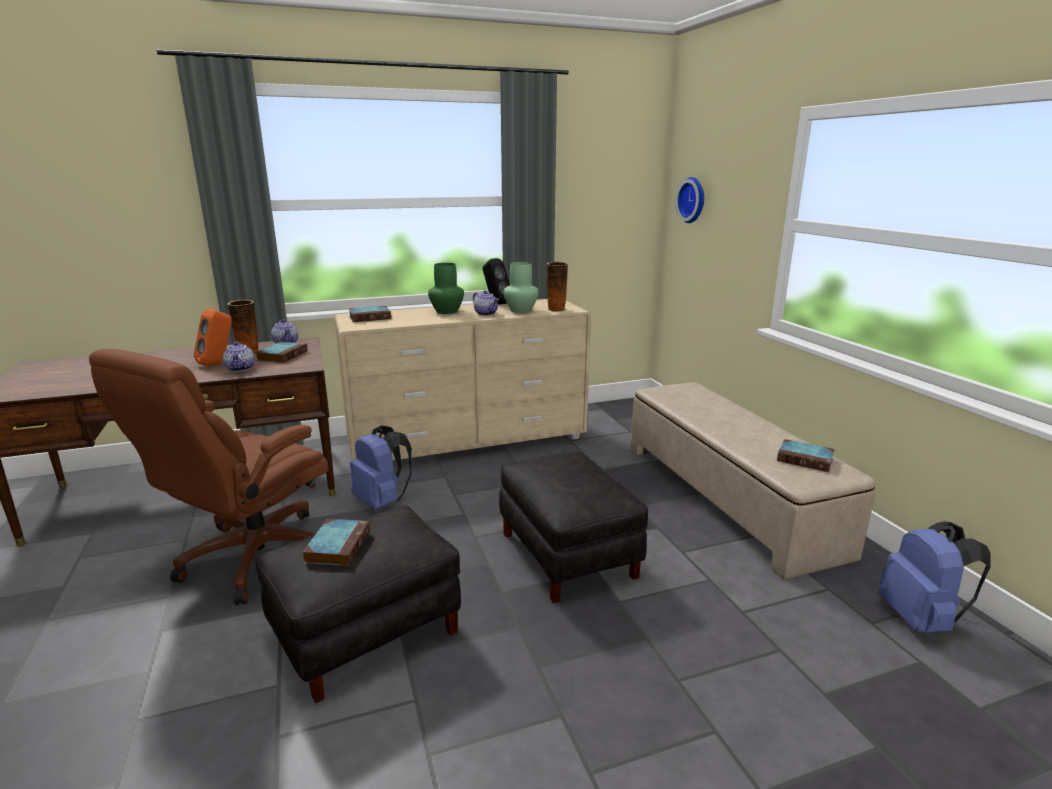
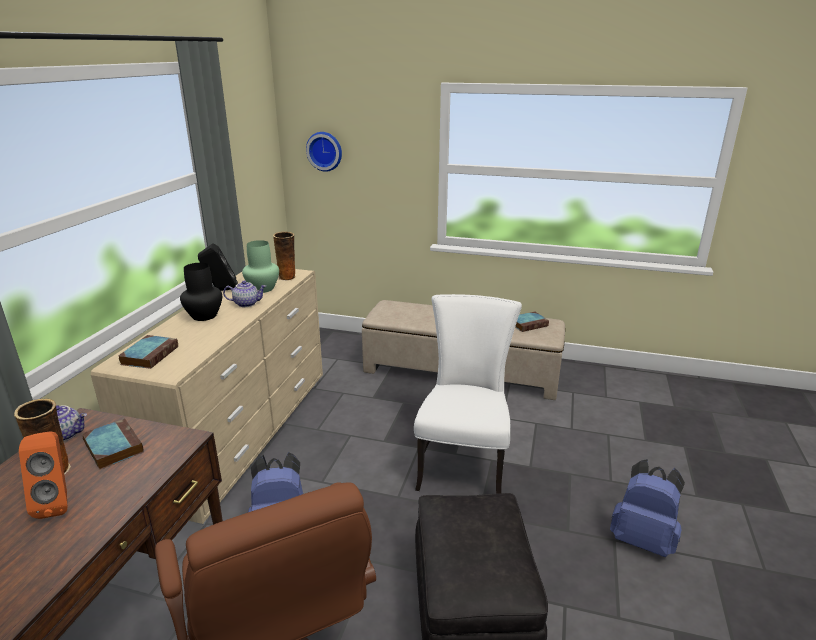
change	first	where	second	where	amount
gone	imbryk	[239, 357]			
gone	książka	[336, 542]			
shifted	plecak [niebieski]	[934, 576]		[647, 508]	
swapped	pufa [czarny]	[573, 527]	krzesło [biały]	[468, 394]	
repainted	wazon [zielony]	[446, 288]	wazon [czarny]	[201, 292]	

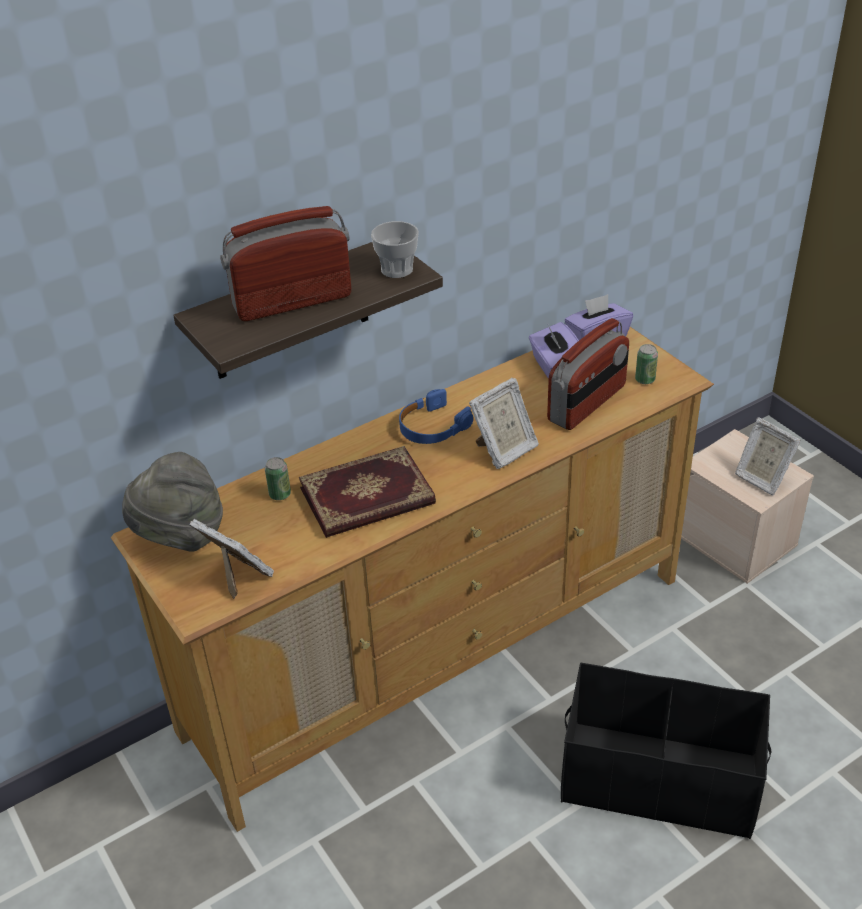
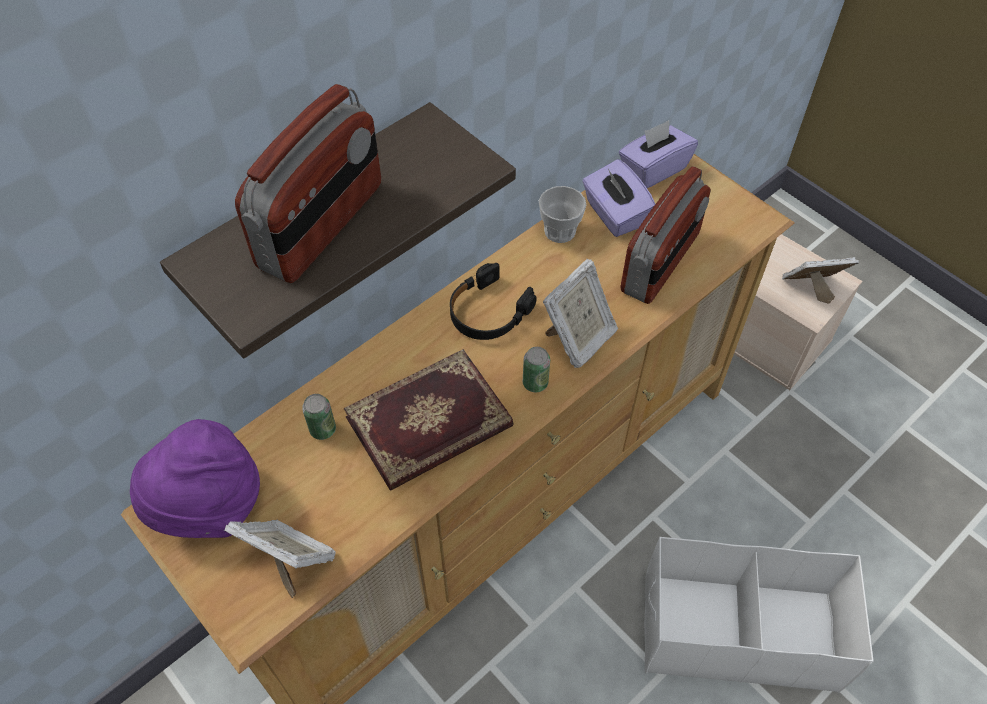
change	first	where	second	where	amount
shifted	filiżanka	[395, 249]		[562, 214]	
shifted	puszka	[646, 364]		[536, 370]	
repainted	kapelusz [szary]	[172, 502]	kapelusz [fioletowy]	[195, 478]	
repainted	słuchawki [niebieski]	[436, 416]	słuchawki [czarny]	[493, 301]	
repainted	pojemnik do przechowywania [czarny]	[666, 751]	pojemnik do przechowywania [biały]	[759, 615]	
rotated	radio	[285, 263]		[308, 183]	150 degrees clockwise
rotated	ramka na zdjęcie	[767, 456]		[820, 280]	135 degrees clockwise

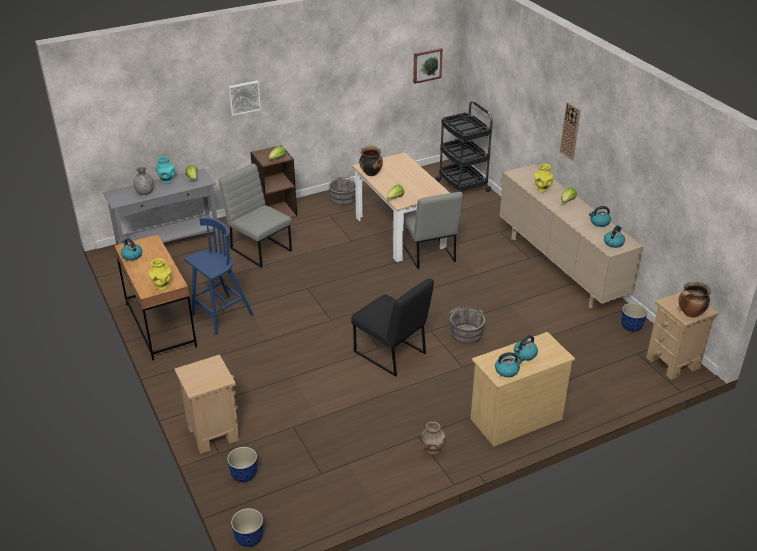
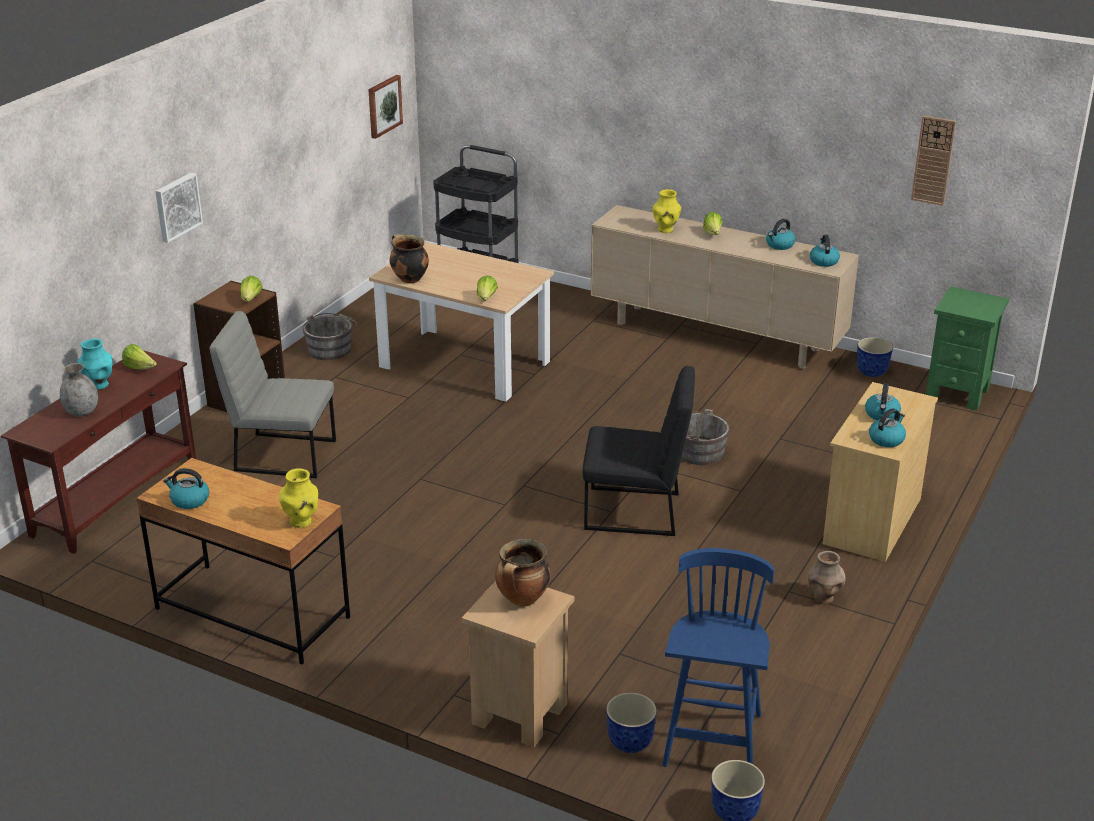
change	first	where	second	where	amount
gone	krzesło [szary]	[433, 230]			
shifted	stołek [niebieski]	[219, 276]		[718, 657]	
shifted	zegar ścienny	[570, 131]		[933, 161]	
shifted	garnek	[694, 299]		[523, 573]	
repainted	stolik konsolowy [szary]	[160, 207]	stolik konsolowy [brązowy]	[98, 452]	
repainted	szafka nocna [beżowy]	[682, 336]	szafka nocna [zielony]	[967, 348]	

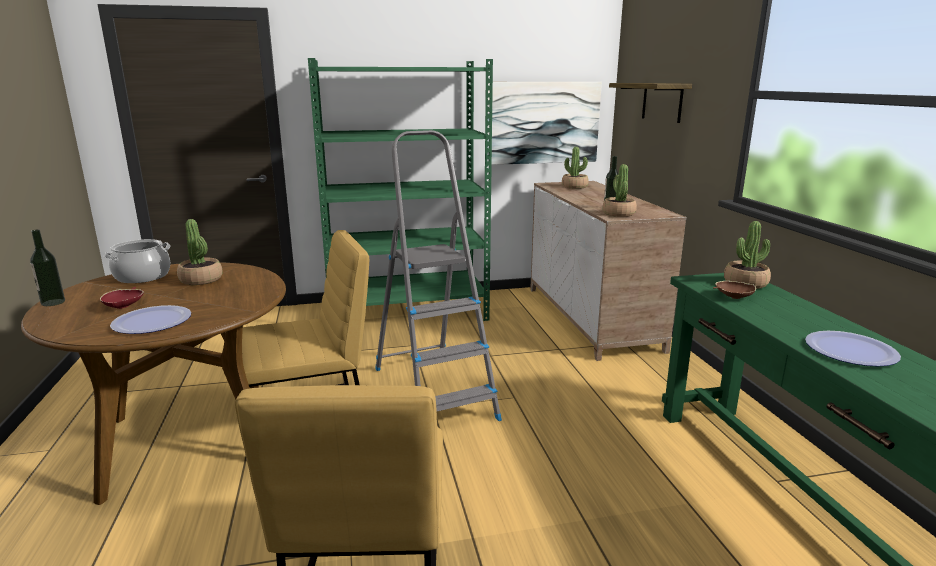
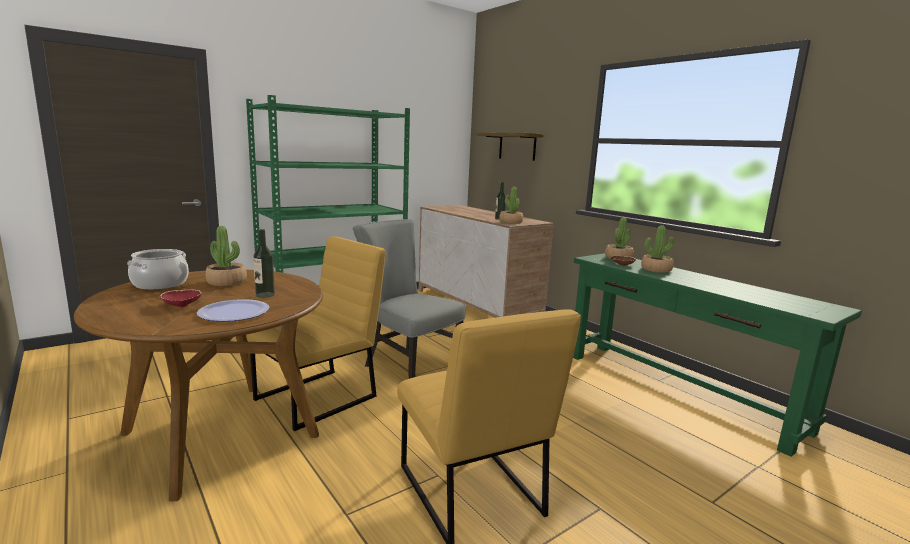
change	first	where	second	where	amount
gone	obraz	[544, 123]			
gone	talerz	[853, 349]			
shifted	butelka	[47, 267]		[264, 263]	
shifted	roślina doniczkowa	[575, 168]		[657, 249]	
swapped	drabinka [szary]	[438, 275]	krzesło [szary]	[409, 299]	

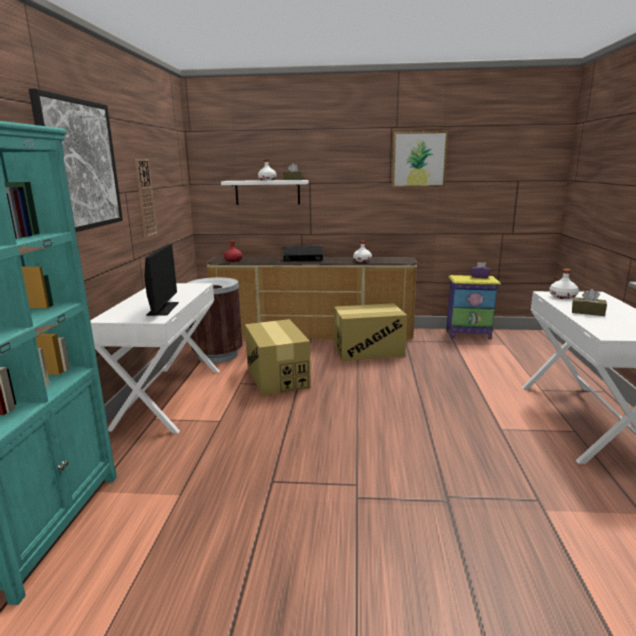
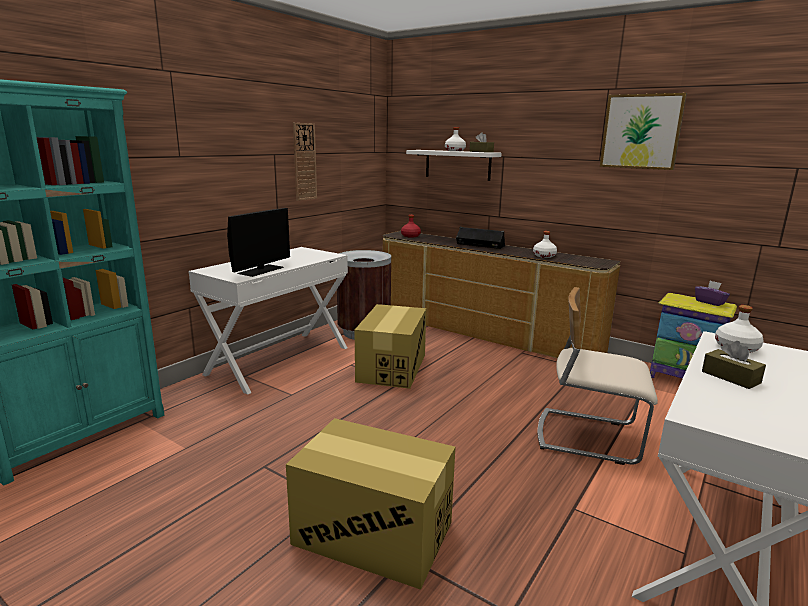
change	first	where	second	where	amount
gone	obraz	[76, 160]			
new			krzesło [beżowy]	[597, 376]	
shifted	karton	[370, 332]		[370, 504]	

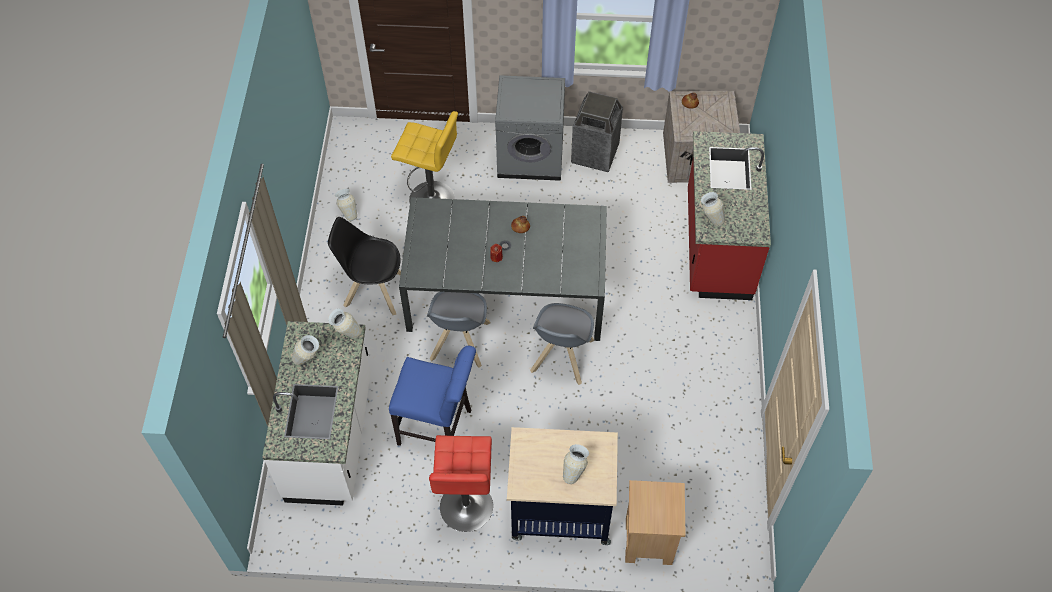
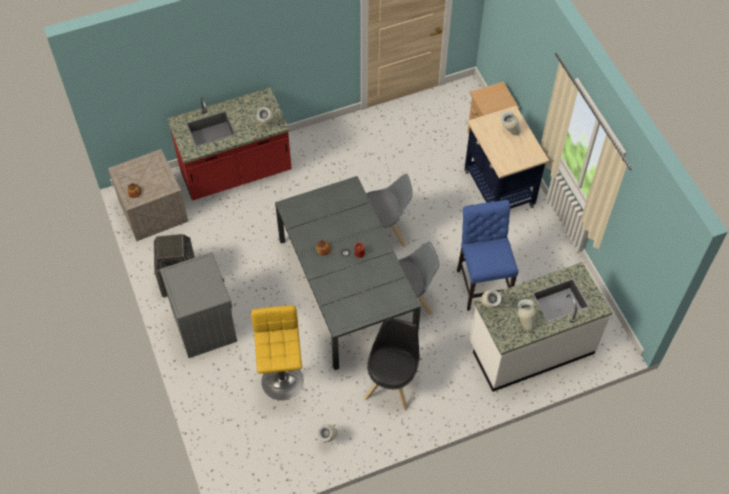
change	first	where	second	where	amount
gone	stołek [czerwony]	[461, 483]			
rotated	krzesło [czarny]	[364, 266]		[391, 364]	150 degrees counterclockwise

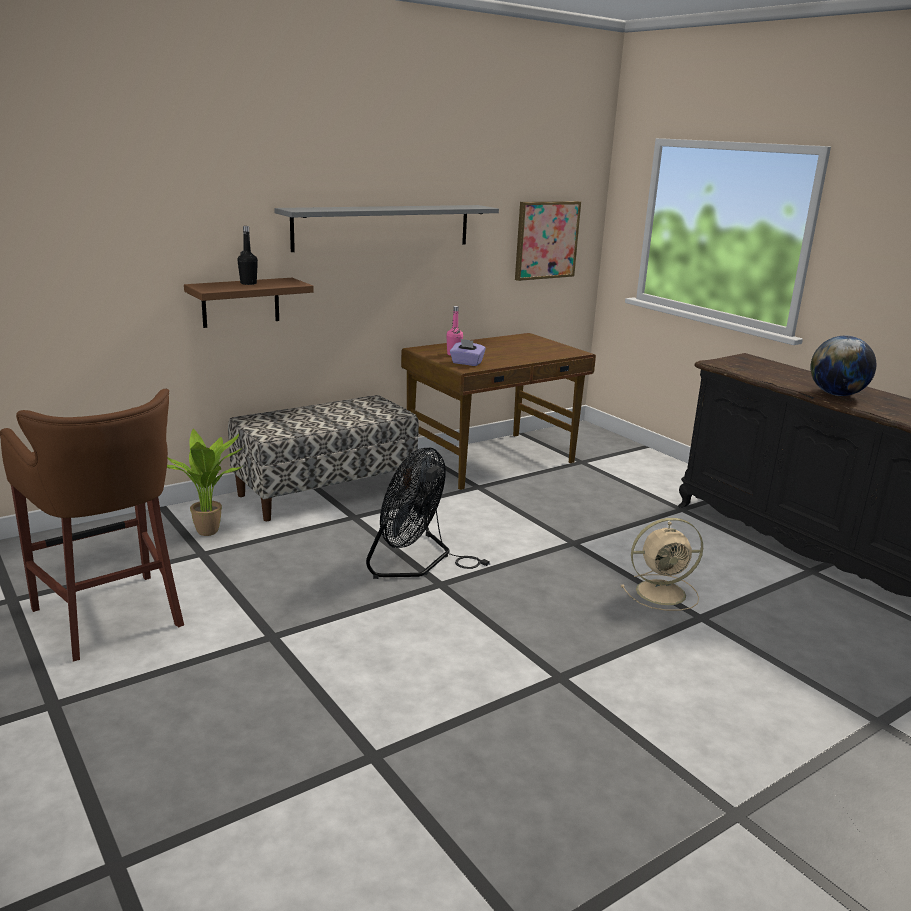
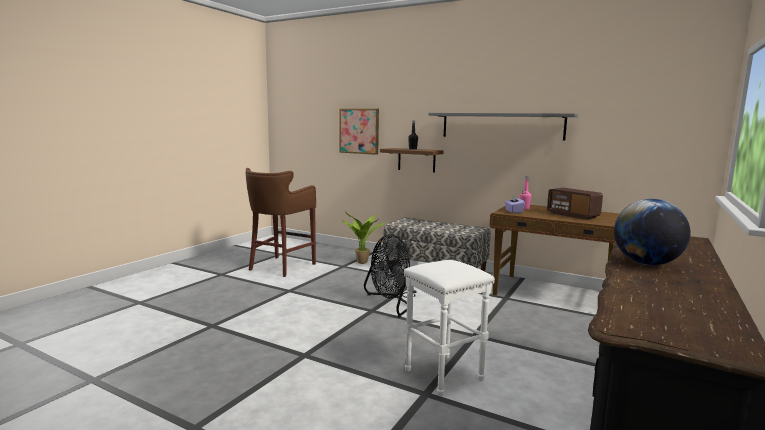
change	first	where	second	where	amount
new			radio	[575, 204]	
shifted	obraz	[548, 241]		[359, 131]	
swapped	wentylator [beżowy]	[662, 564]	stołek [biały]	[449, 328]	
rotated	wentylator [czarny]	[428, 513]		[390, 276]	120 degrees counterclockwise

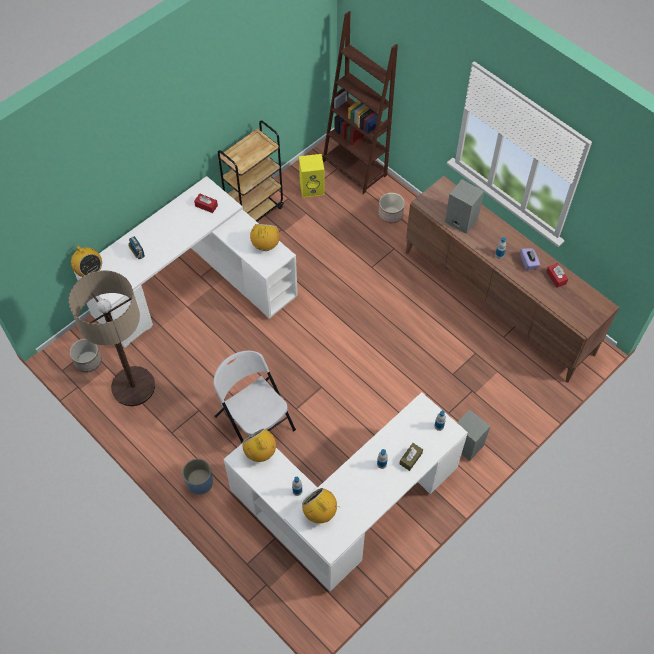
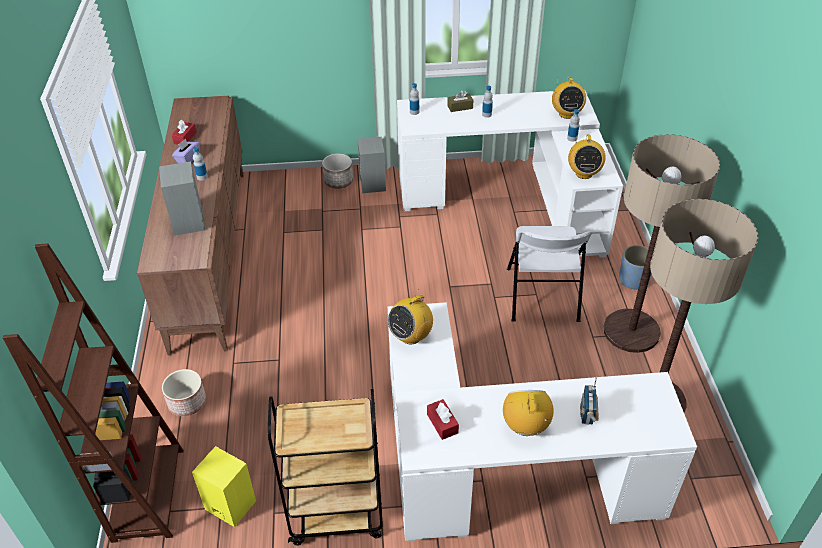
change	first	where	second	where	amount
new			lampa stojąca	[662, 243]	
shifted	radio	[85, 261]		[528, 413]	
shifted	donica	[86, 356]		[337, 171]	

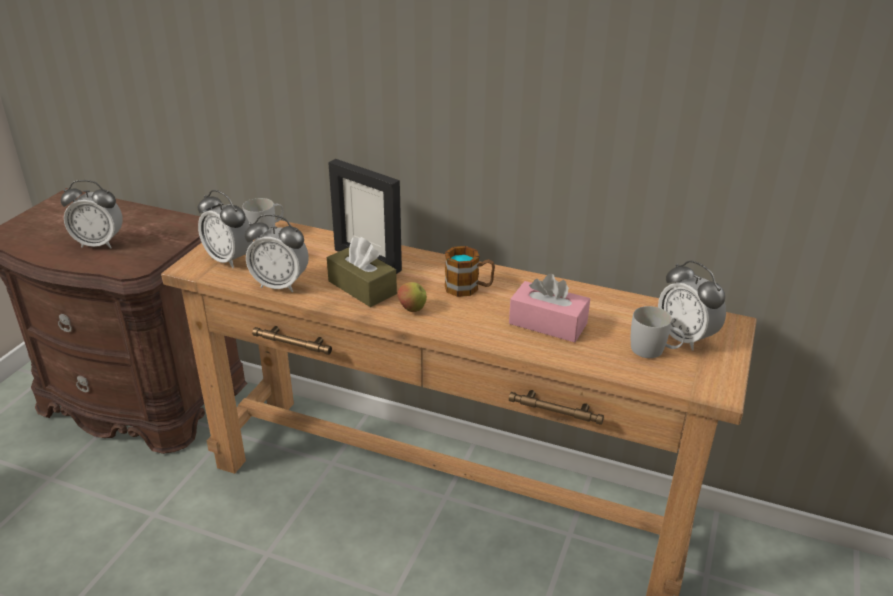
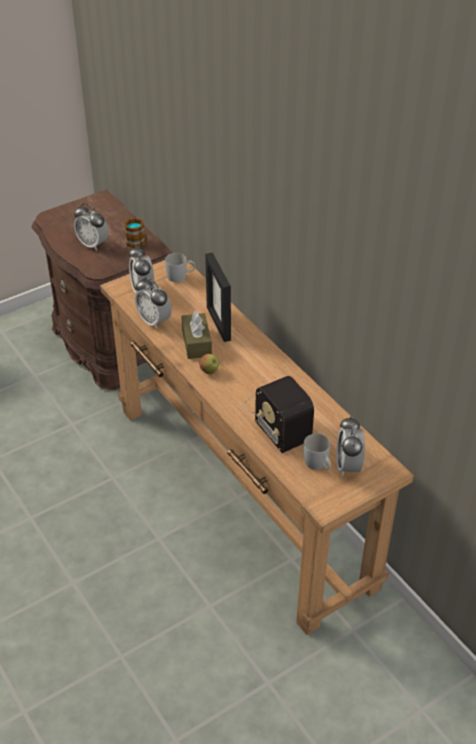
change	first	where	second	where	amount
shifted	kubek	[470, 271]		[135, 233]	
swapped	pudełko chusteczek [różowy]	[549, 308]	radio	[278, 414]	

